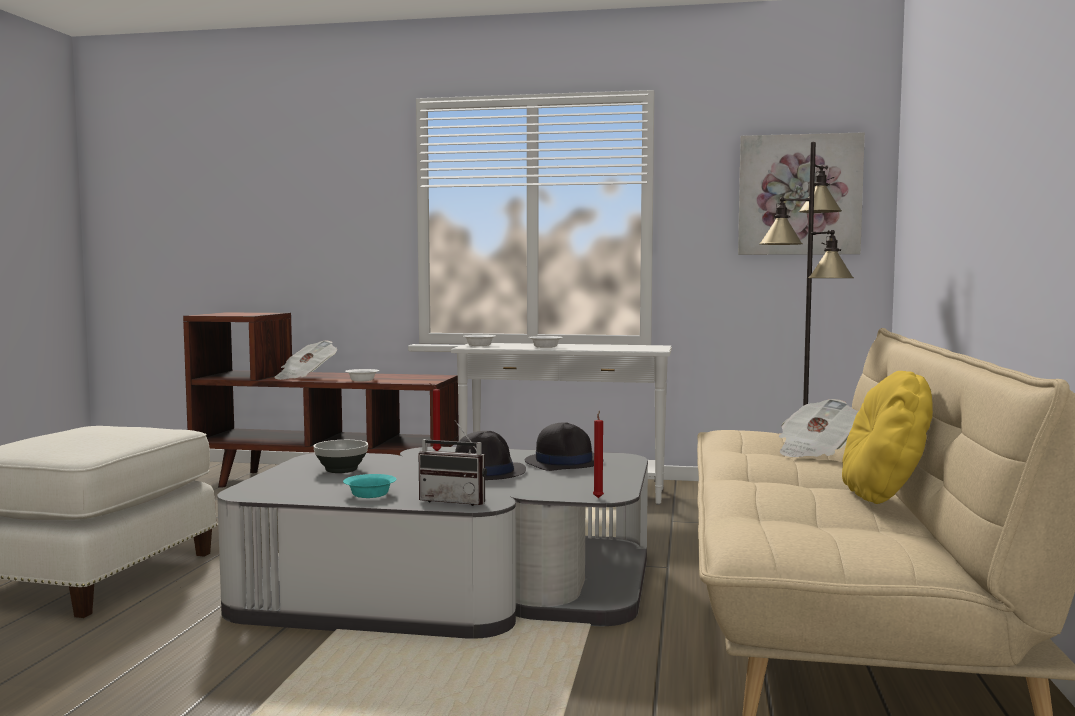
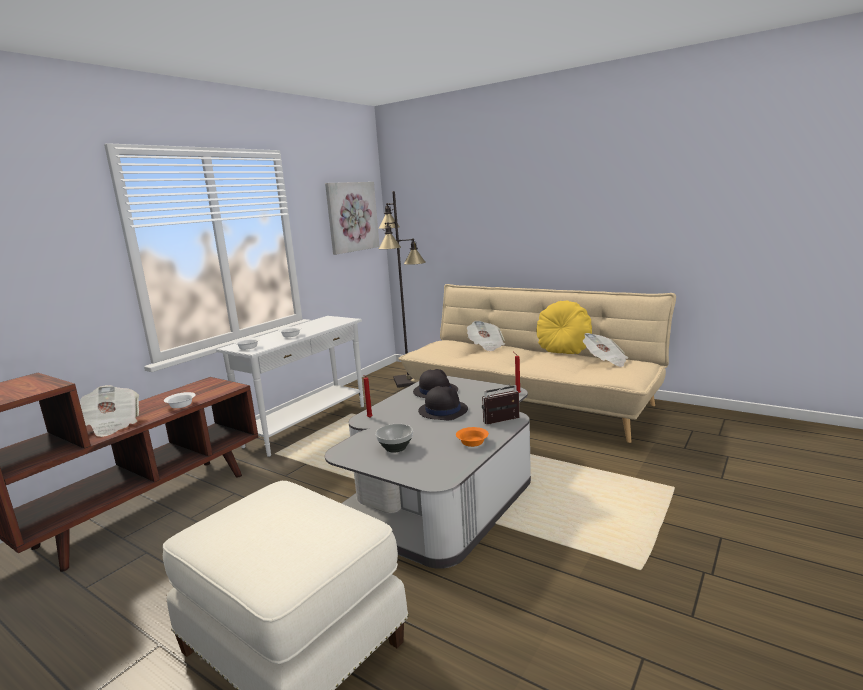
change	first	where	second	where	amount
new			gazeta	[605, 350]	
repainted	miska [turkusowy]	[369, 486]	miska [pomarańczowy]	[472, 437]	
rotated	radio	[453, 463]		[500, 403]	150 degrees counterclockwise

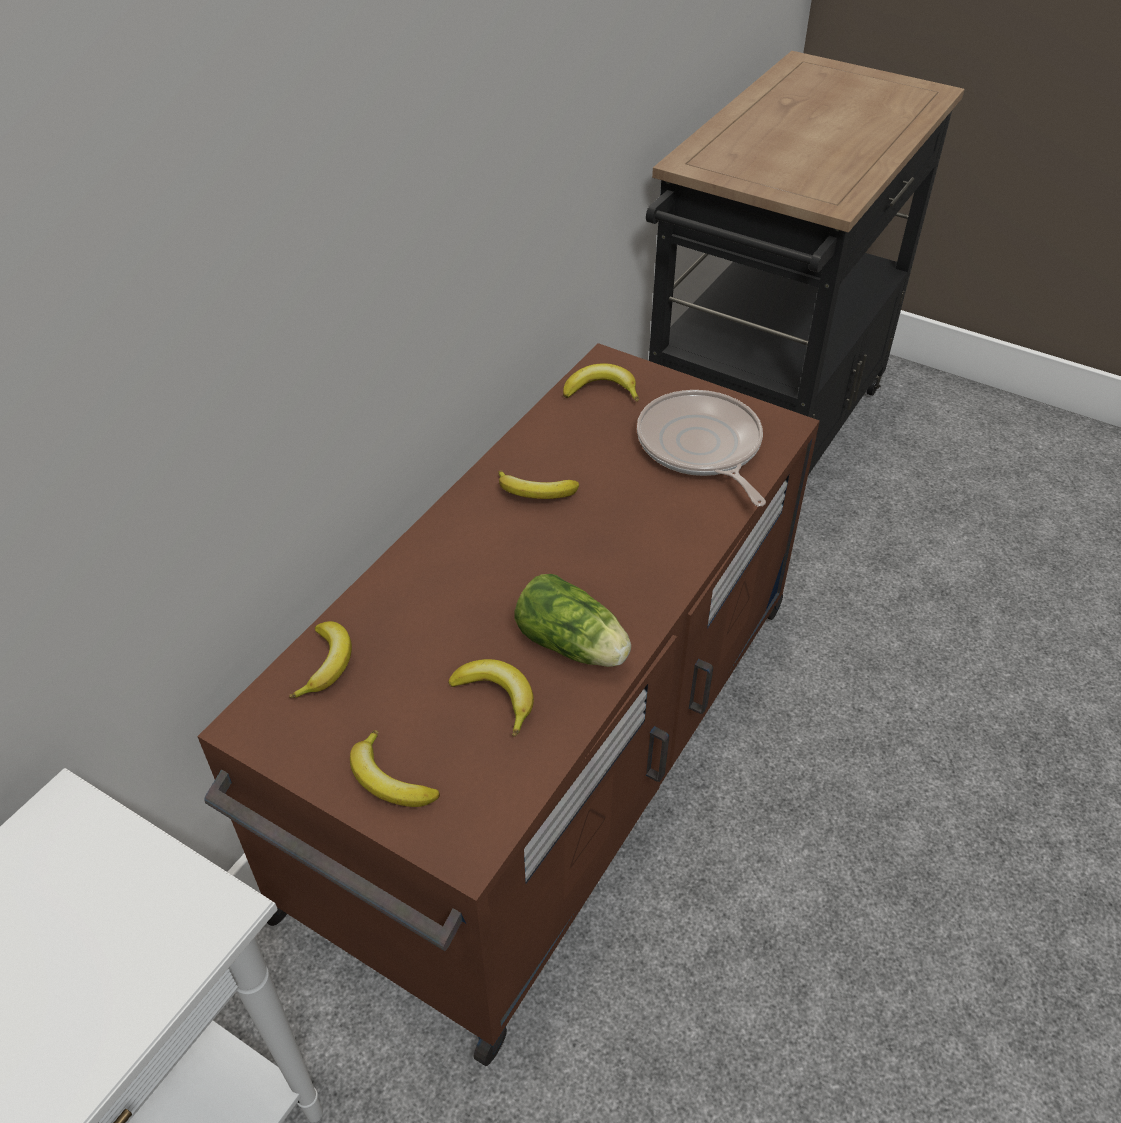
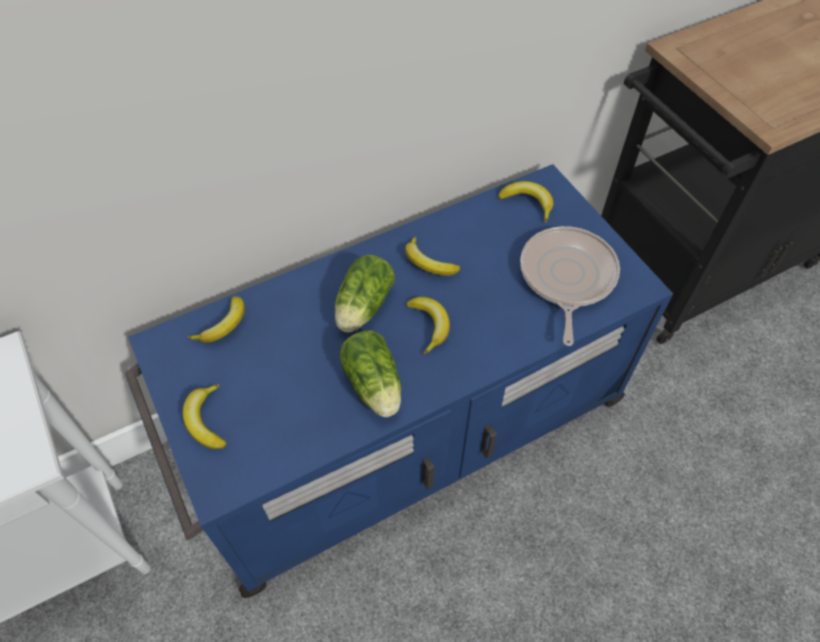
change	first	where	second	where	amount
new			sałata	[365, 294]	
shifted	banan	[491, 698]		[428, 325]	
repainted	szafka [brązowy]	[508, 704]	szafka [niebieski]	[399, 381]	

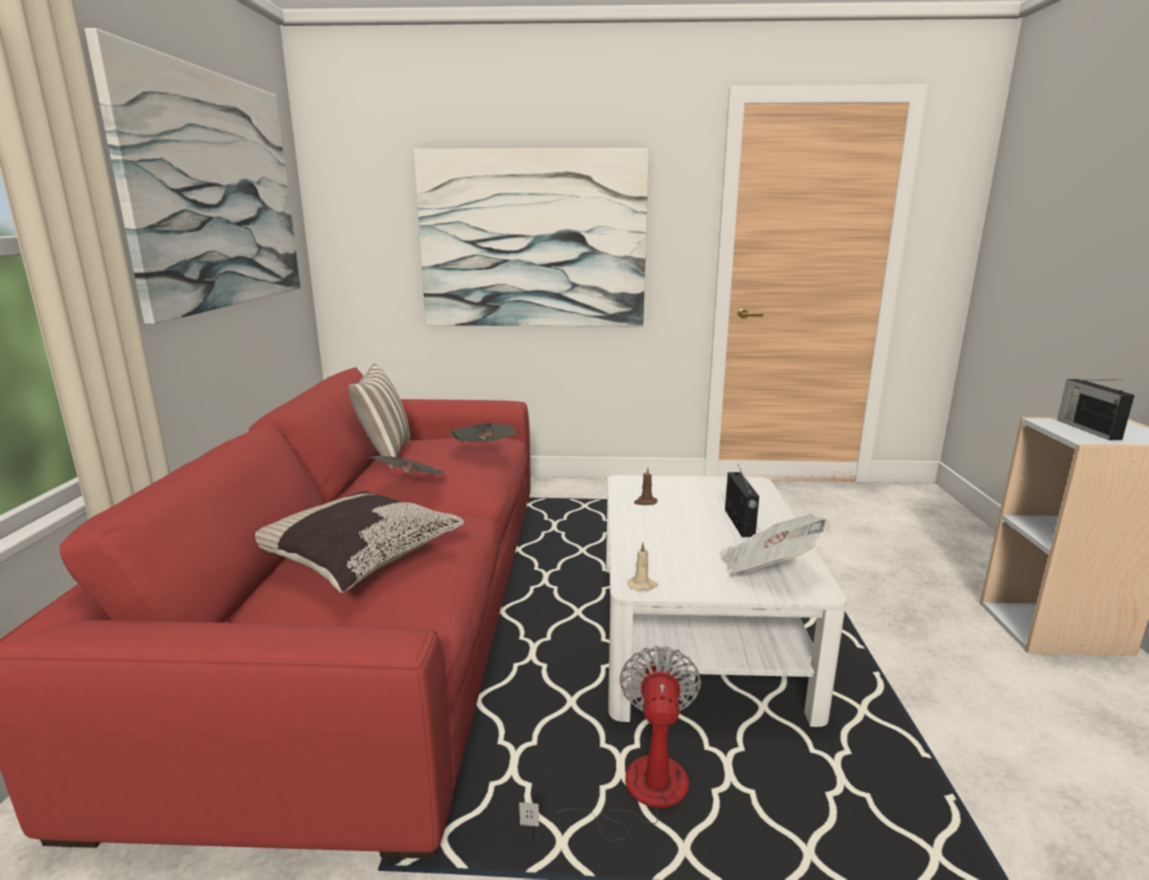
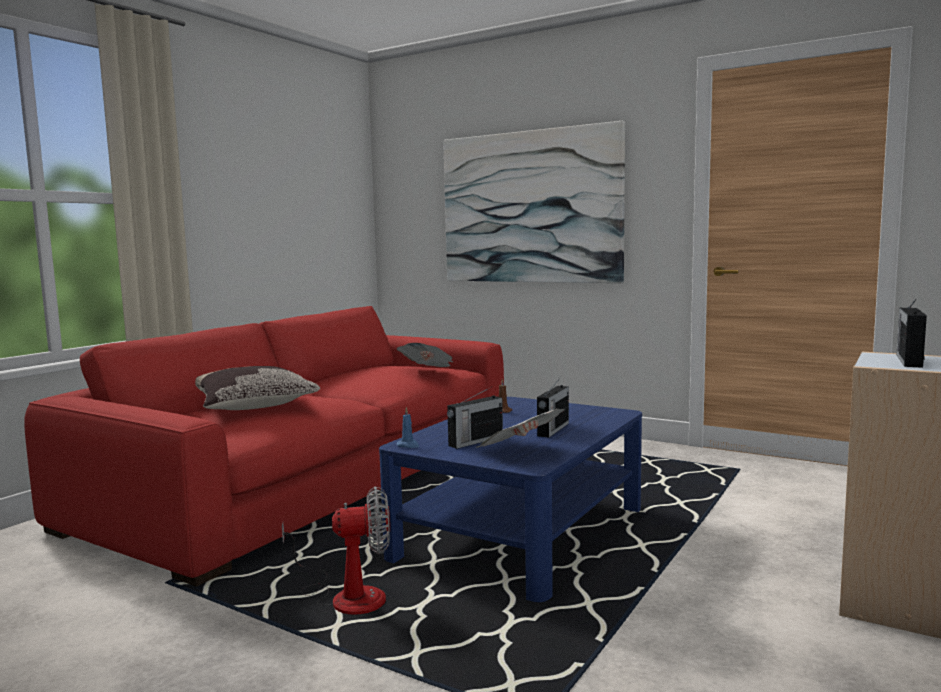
change	first	where	second	where	amount
gone	obraz	[193, 176]			
gone	poduszka	[379, 416]			
gone	gazeta	[406, 465]			
new			radio	[475, 418]	
repainted	ława [biały]	[726, 601]	ława [niebieski]	[510, 499]	
repainted	świeca [beżowy]	[643, 566]	świeca [niebieski]	[408, 427]	
rotated	wentylator	[610, 743]		[336, 550]	45 degrees clockwise

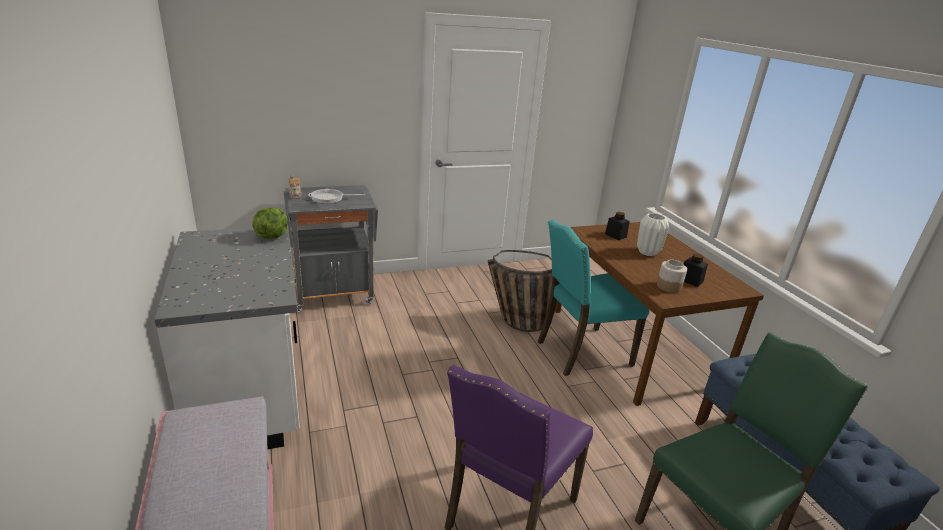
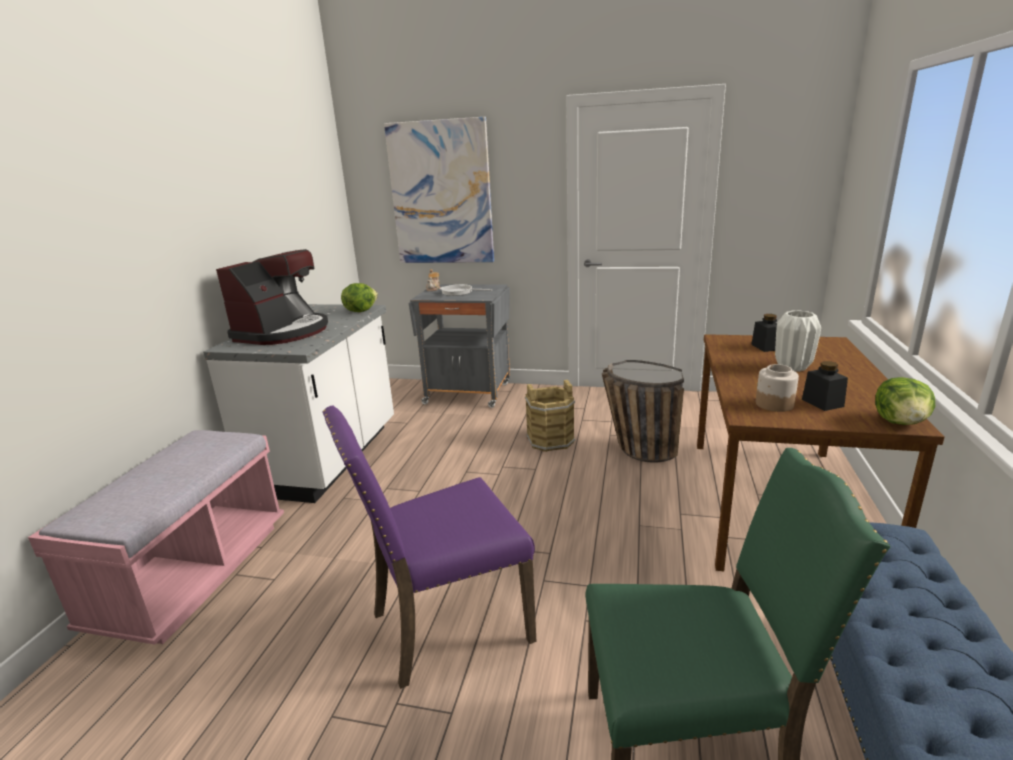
change	first	where	second	where	amount
gone	krzesło [turkusowy]	[593, 298]			
new			ekspres do kawy	[272, 297]	
new			obraz	[439, 190]	
new			wiadro [brązowy]	[550, 416]	
new			sałata	[905, 401]	

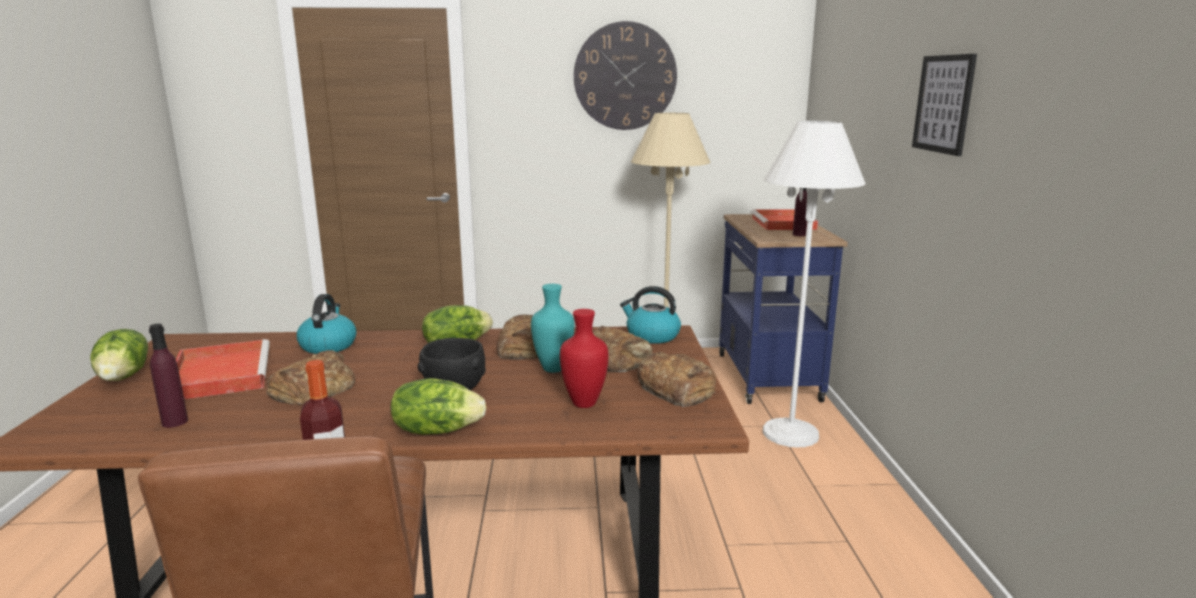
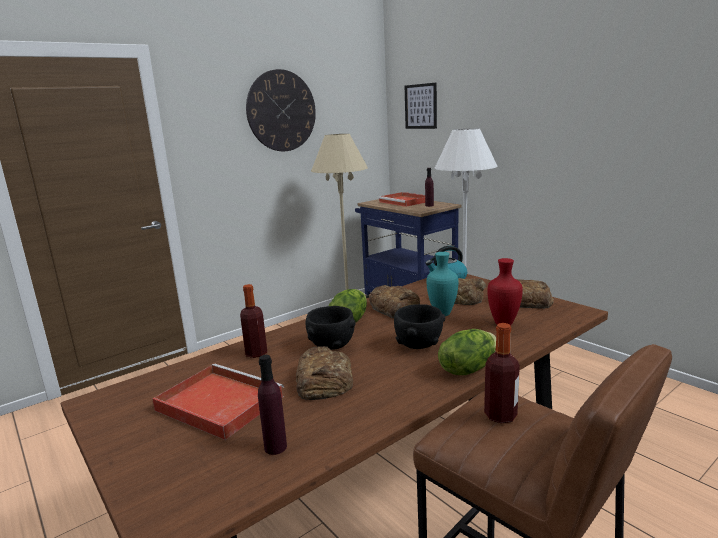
change	first	where	second	where	amount
gone	sałata	[119, 355]			
new			miska [czarny]	[330, 328]	
shifted	obraz	[944, 105]		[421, 106]	
swapped	czajnik	[326, 324]	butelka	[253, 321]	

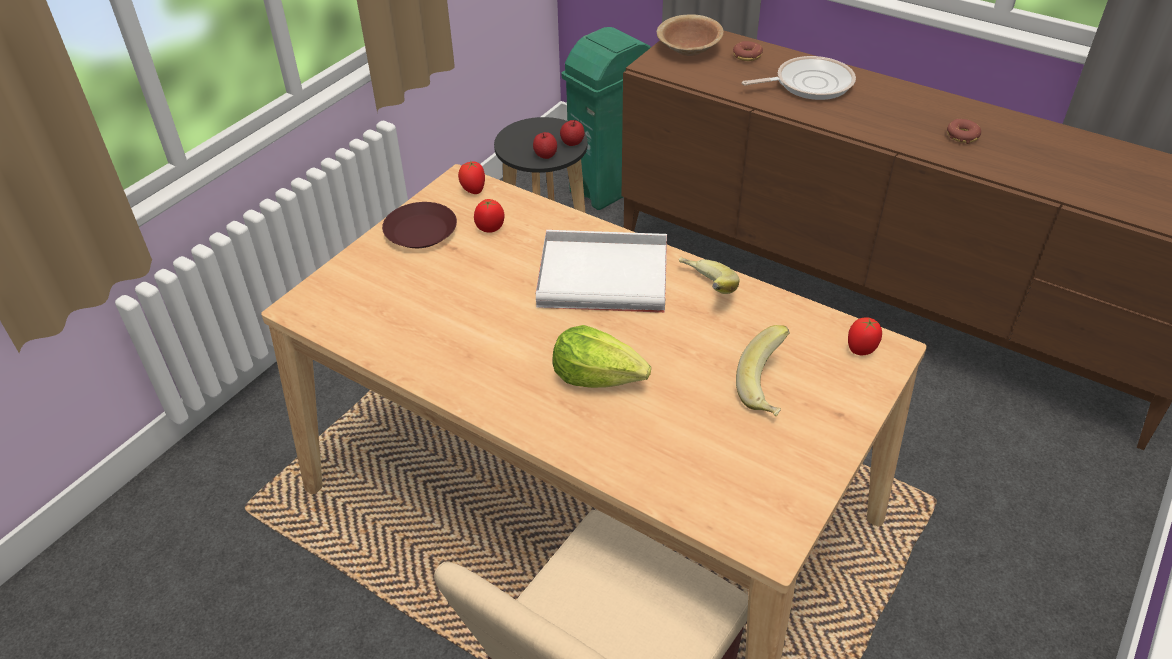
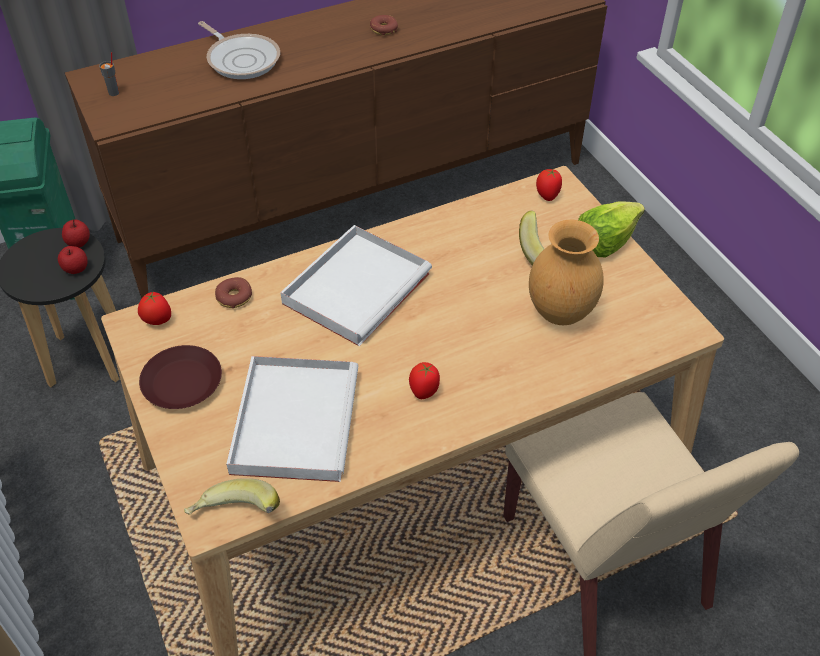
change	first	where	second	where	amount
new			taca [biały]	[292, 419]	
new			wazon [brązowy]	[566, 272]	
shifted	pomidor	[489, 215]		[424, 380]	
shifted	sałata	[601, 356]		[611, 229]	
shifted	banan	[709, 275]		[232, 496]	
shifted	donut	[748, 51]		[233, 292]	
swapped	miska [brązowy]	[690, 35]	filiżanka [szary]	[109, 74]	
rotated	patelnia	[799, 78]		[239, 50]	120 degrees clockwise

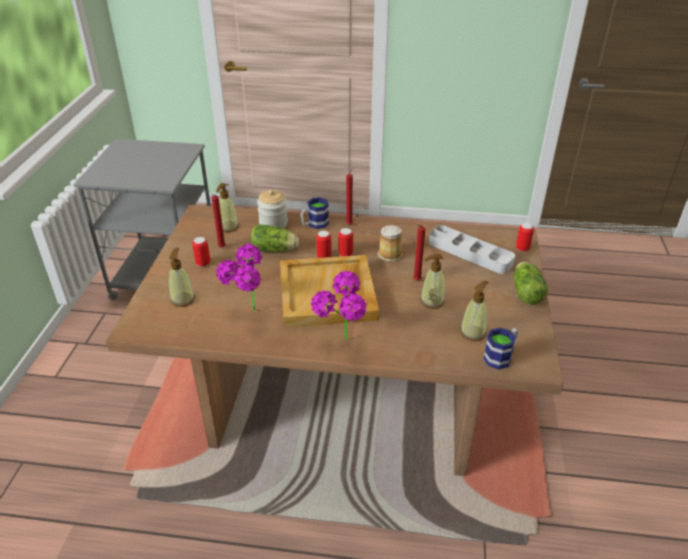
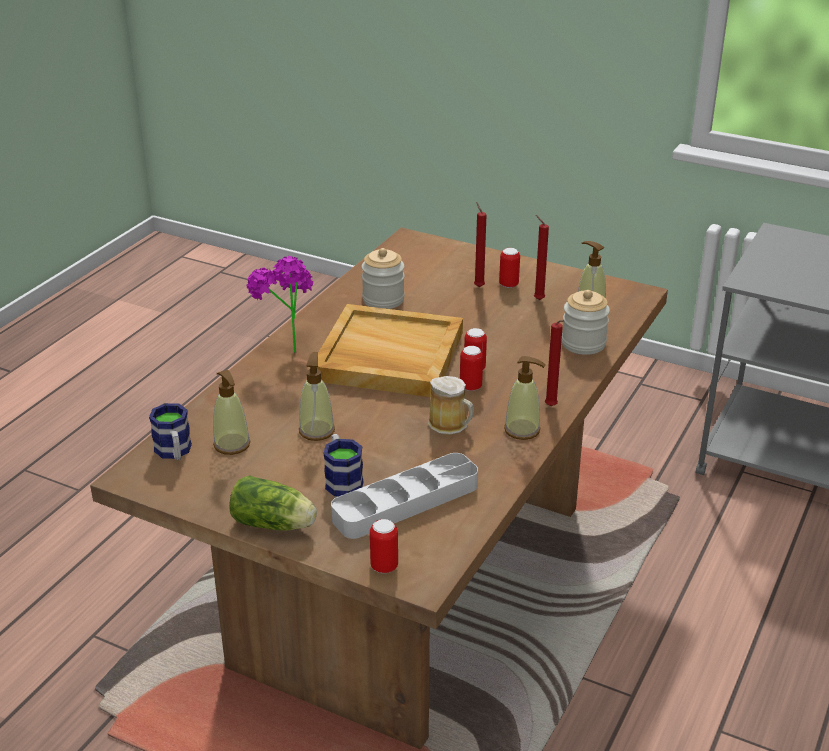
change	first	where	second	where	amount
gone	sałata	[274, 238]			
shifted	dozownik mydła	[182, 277]		[525, 398]	
shifted	kubek	[315, 213]		[343, 465]	
shifted	świeca [czerwony]	[419, 252]		[480, 244]	
swapped	roślina doniczkowa	[239, 278]	słoik	[383, 278]	

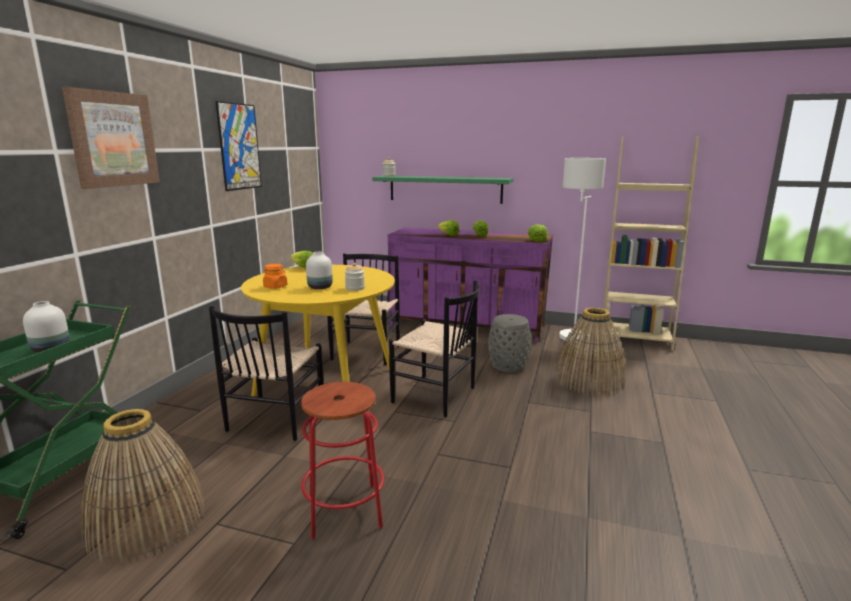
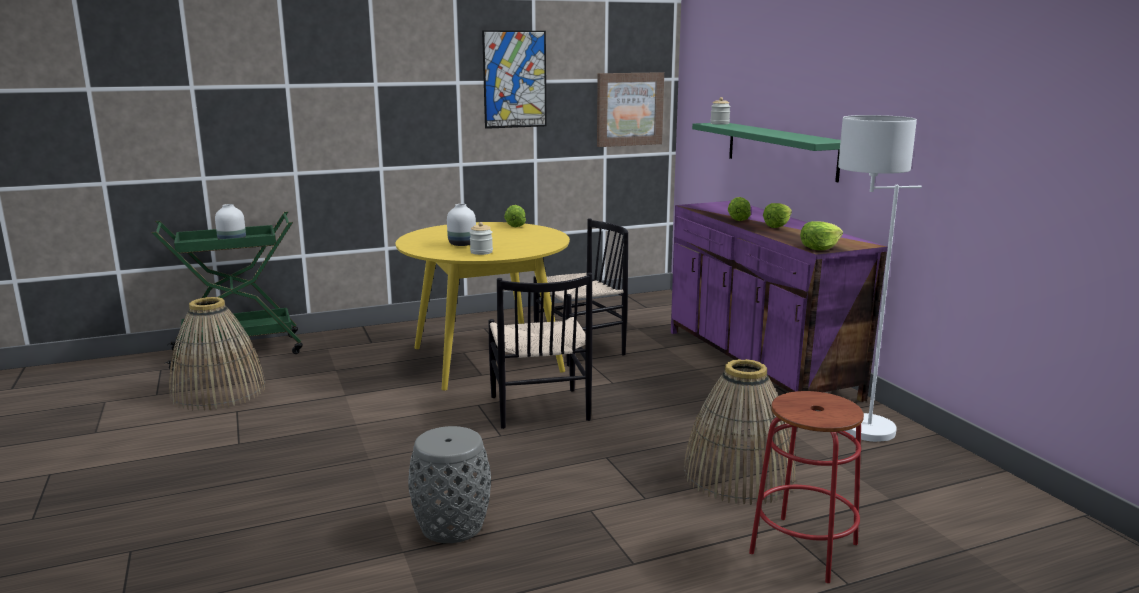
change	first	where	second	where	amount
gone	krzesło [czarny]	[266, 373]			
gone	słoik [pomarańczowy]	[275, 276]			
gone	regał [beżowy]	[650, 243]			
shifted	obraz	[111, 138]		[630, 109]	
shifted	stołek [czerwony]	[342, 461]		[806, 487]	
shifted	stołek [szary]	[509, 343]		[449, 484]	

